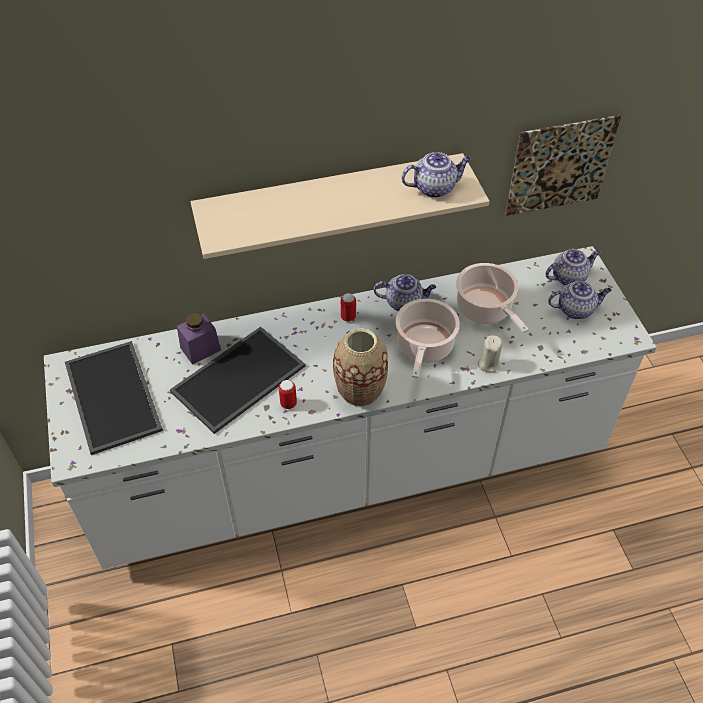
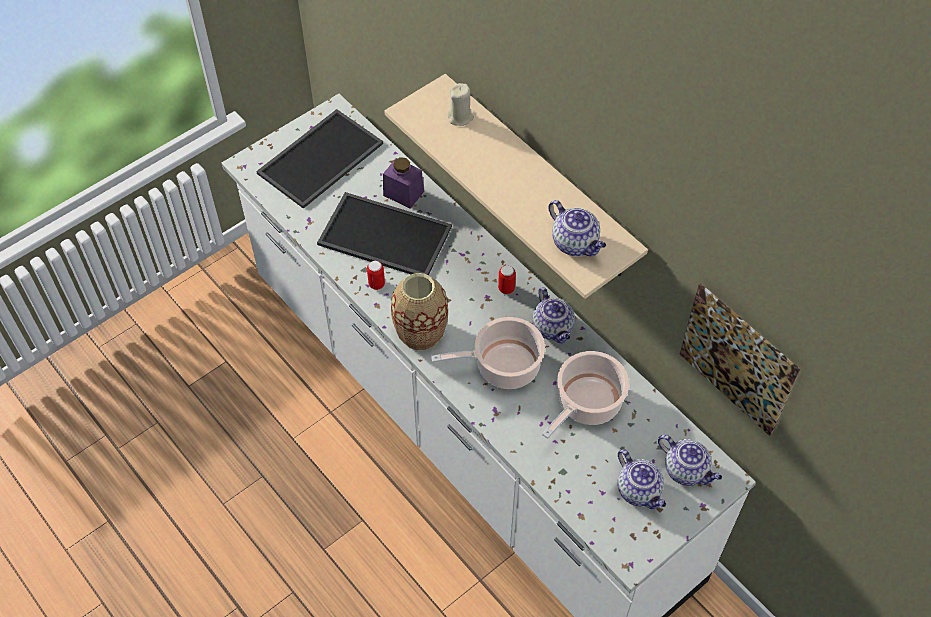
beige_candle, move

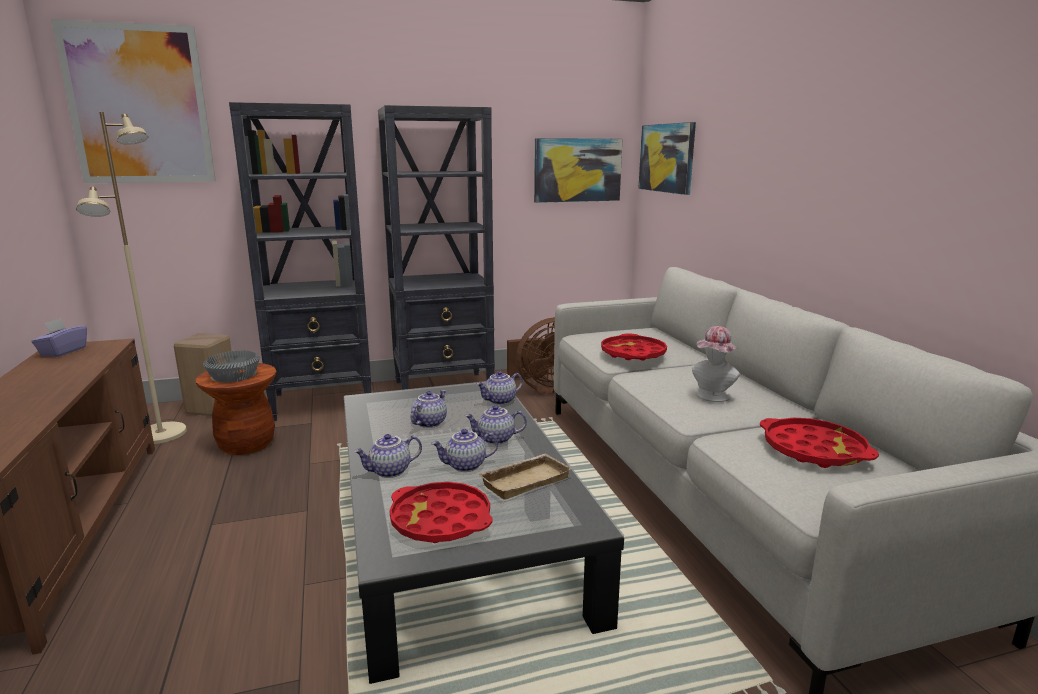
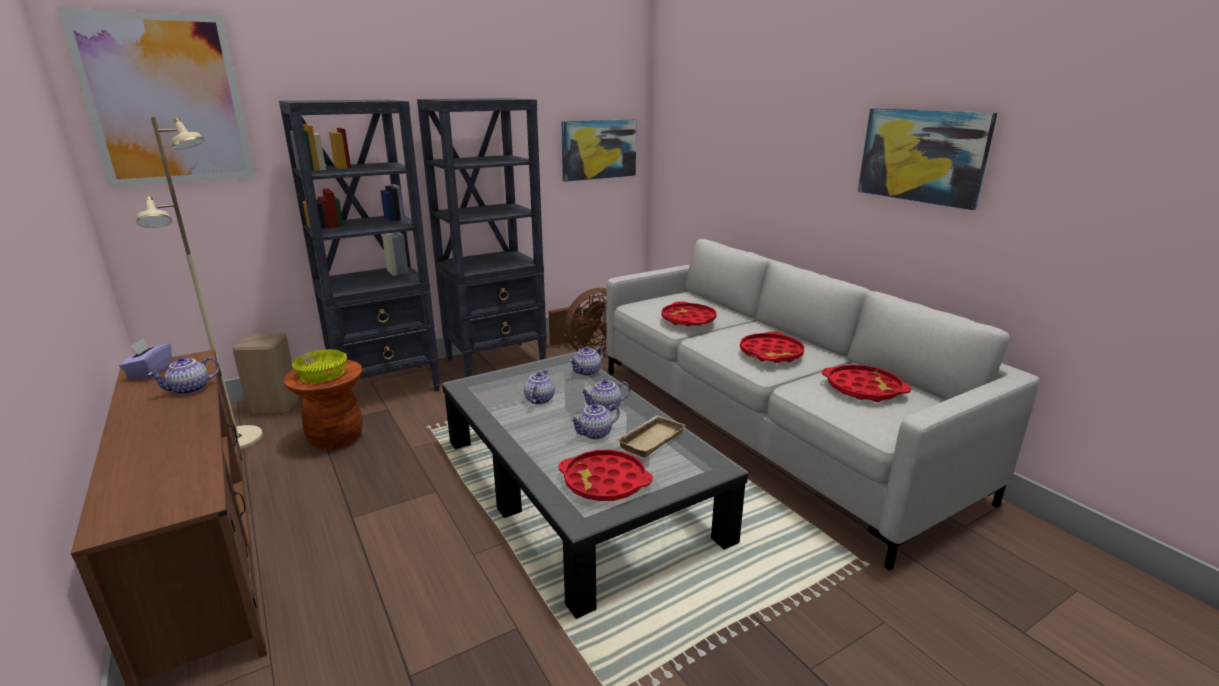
teapot (1st from left), move
grey_bowl => yellow_bowl
hat => red_tray (3rd from left)
picture (3rd from left), move

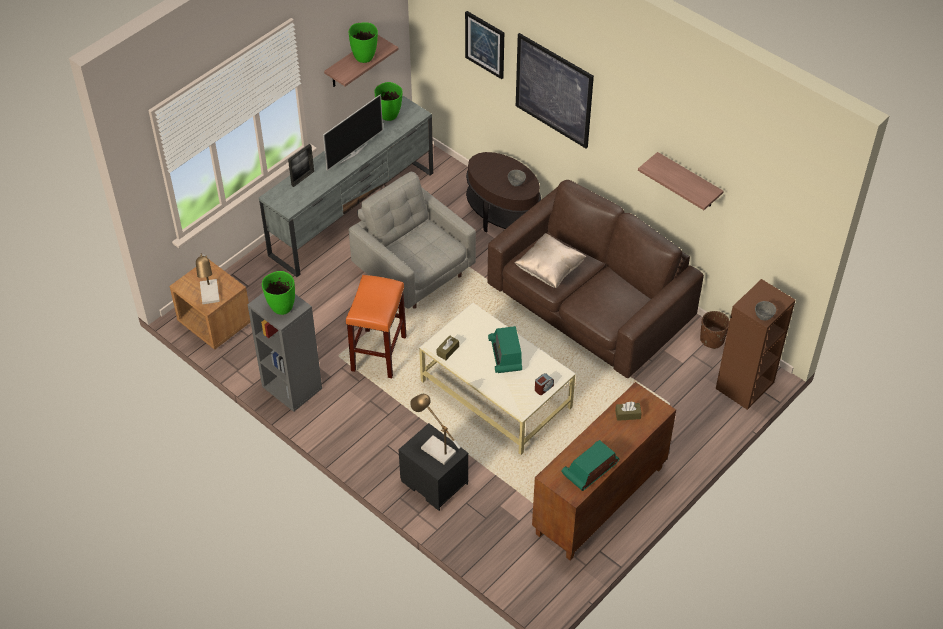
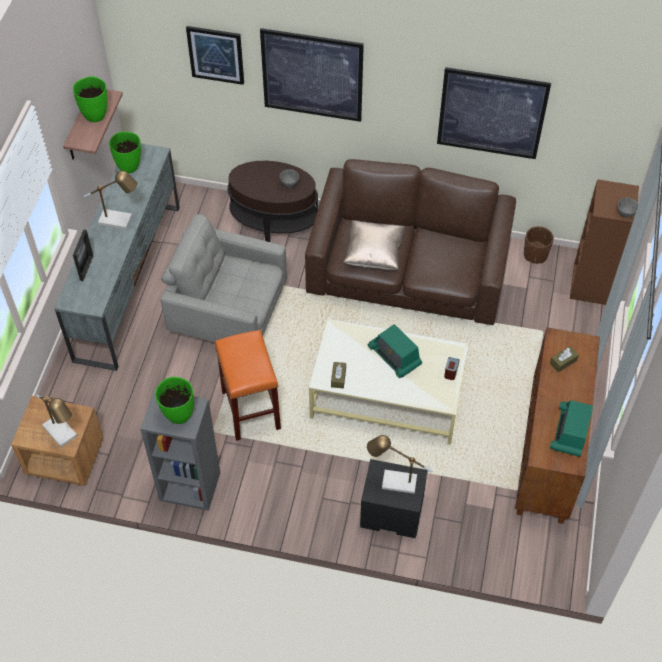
television => table_lamp (2nd from left)
shelf (2nd from left) => picture (3rd from left)

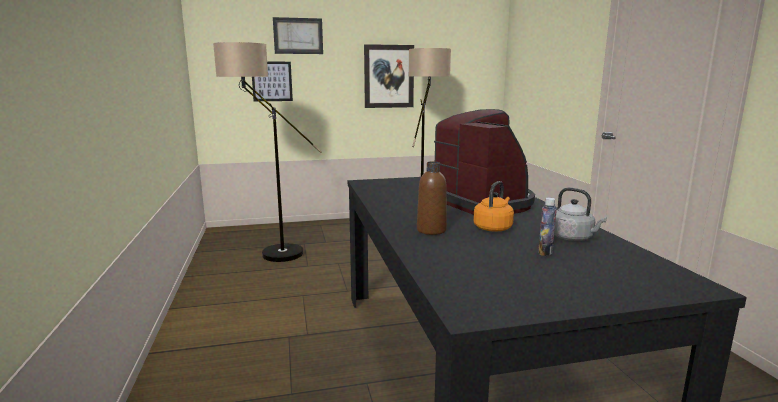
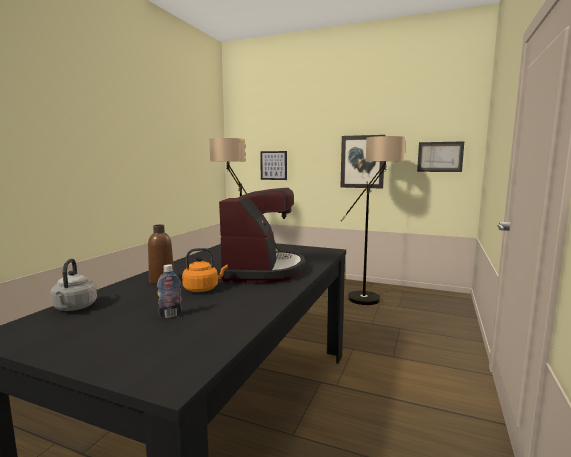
grey_kettle, move
picture (2nd from left in the first image) => picture (3rd from left), move

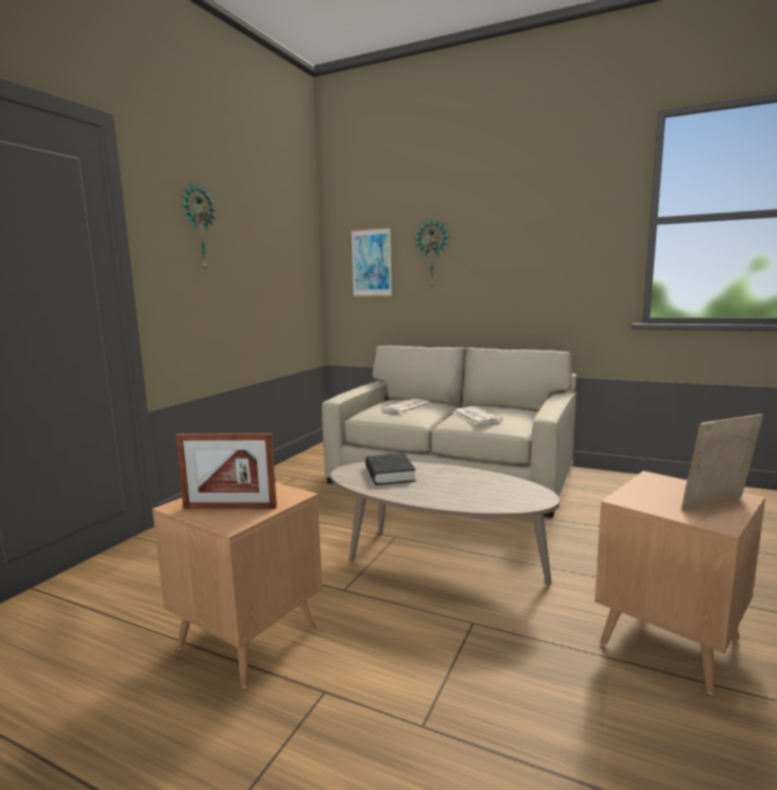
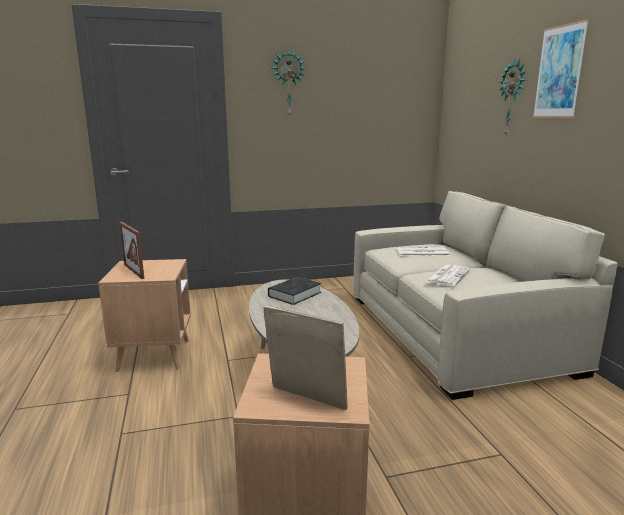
picture, move

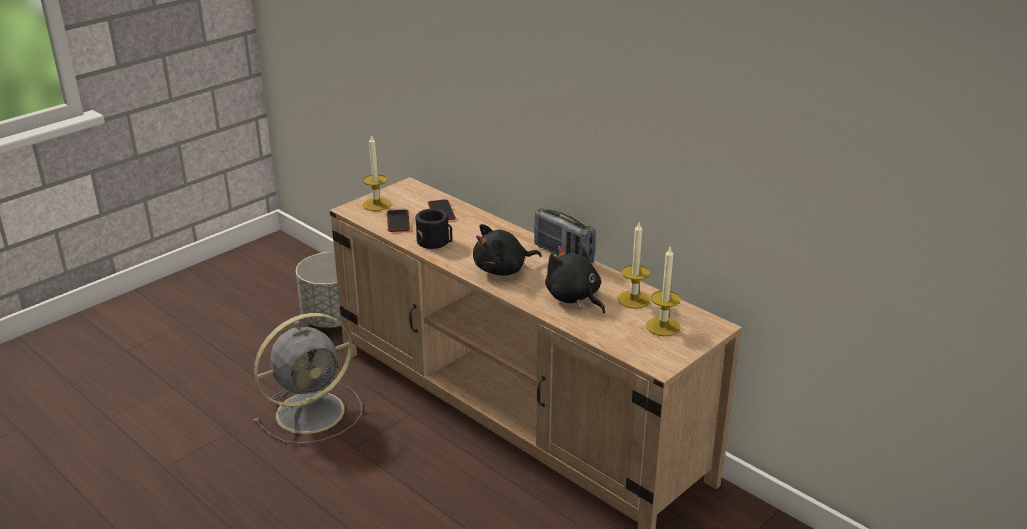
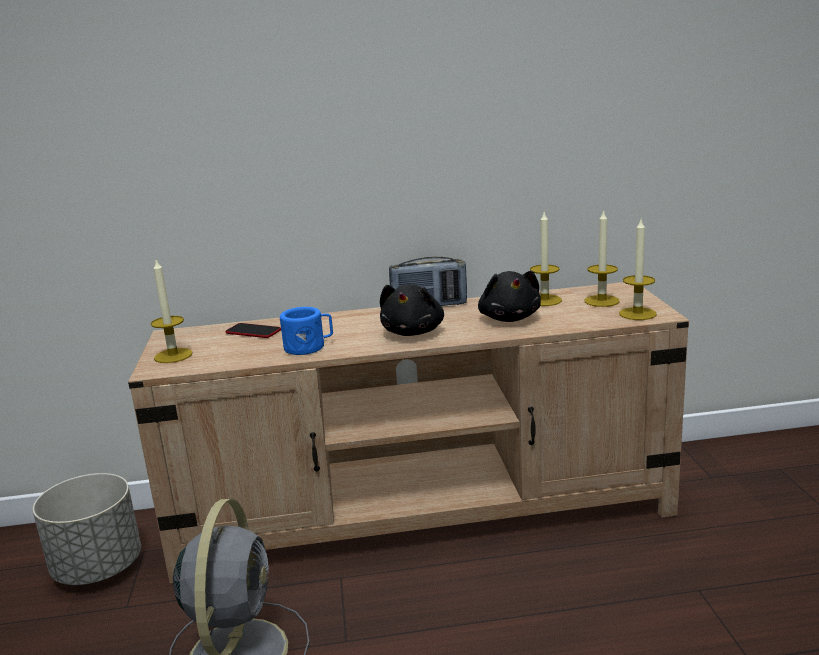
black_mug => blue_mug
black_plush_toy (2nd from left), 105 degrees counterclockwise
nothing => candle (4th from left)
phone (1st from left) => nothing

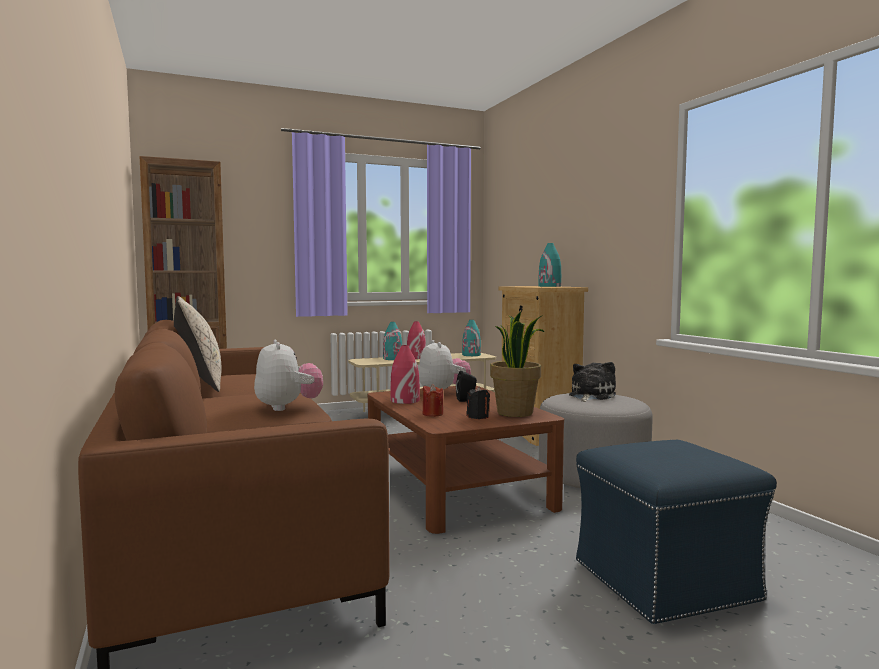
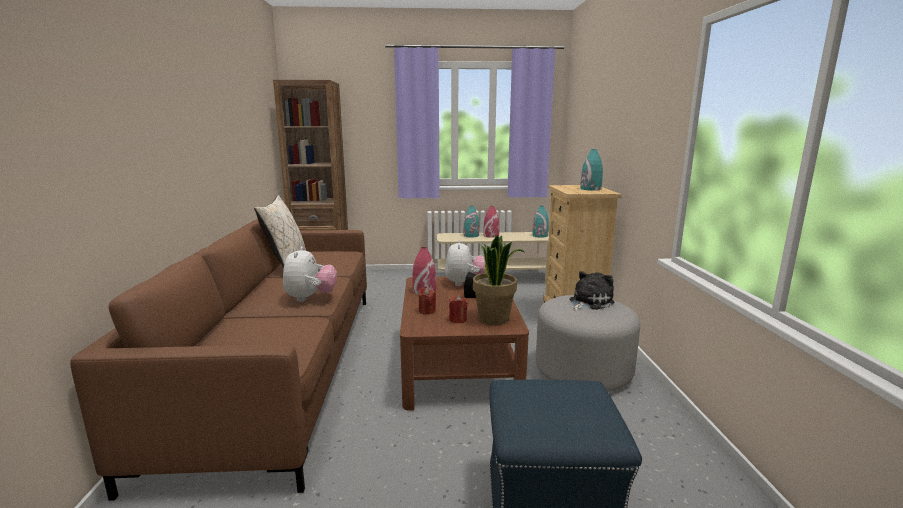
black_candle => red_candle (2nd from left)

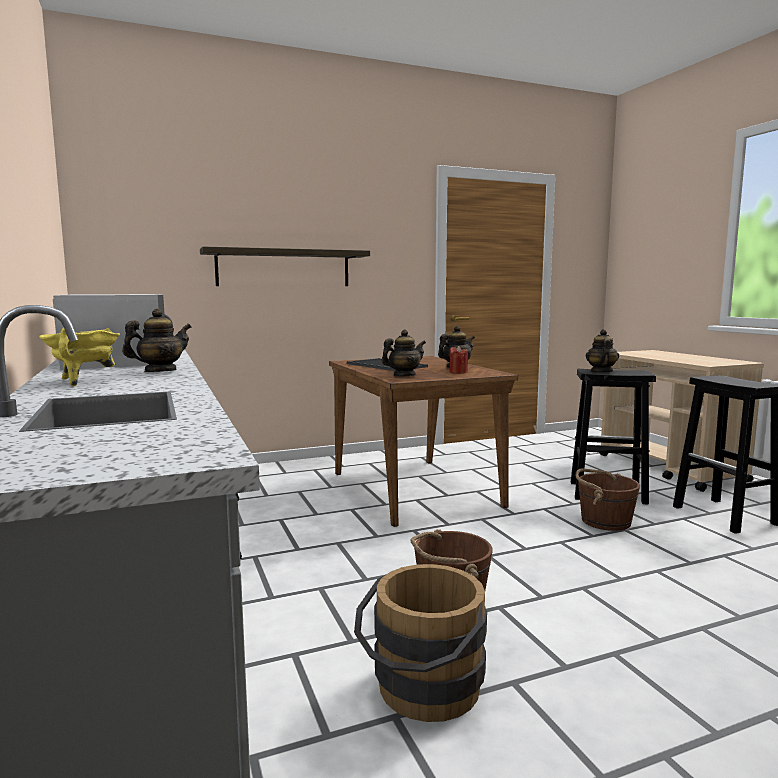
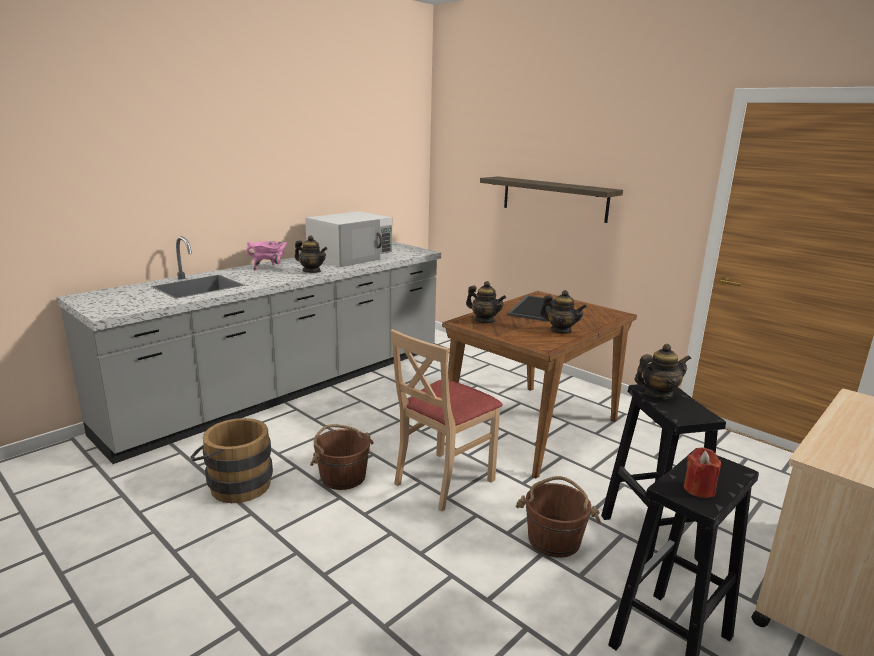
yellow_cooking_pot => pink_cooking_pot
nothing => beige_chair
red_candle, move

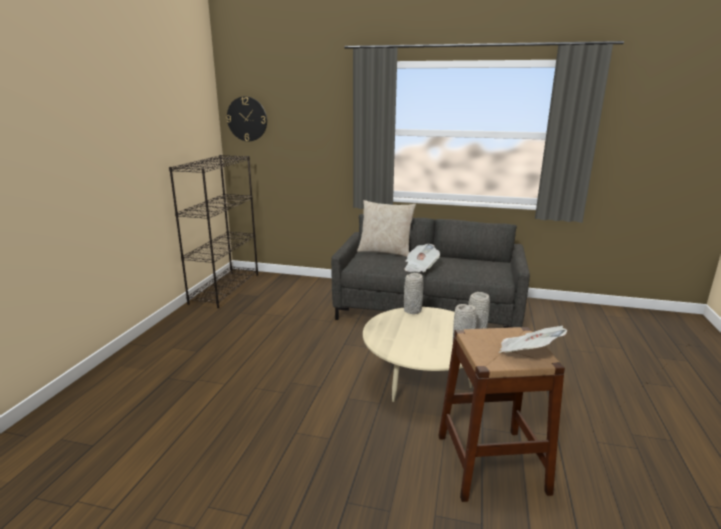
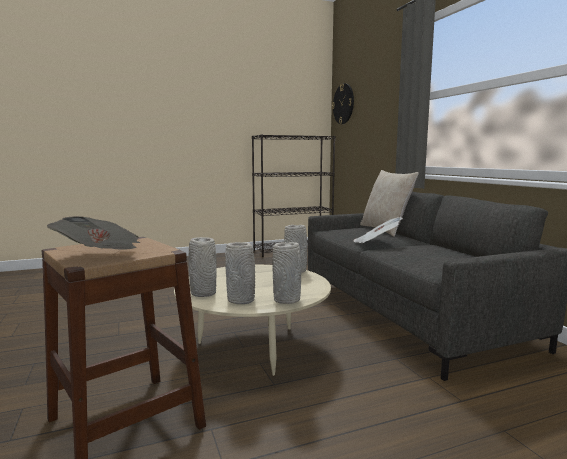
nothing => grey_vase (1st from left)

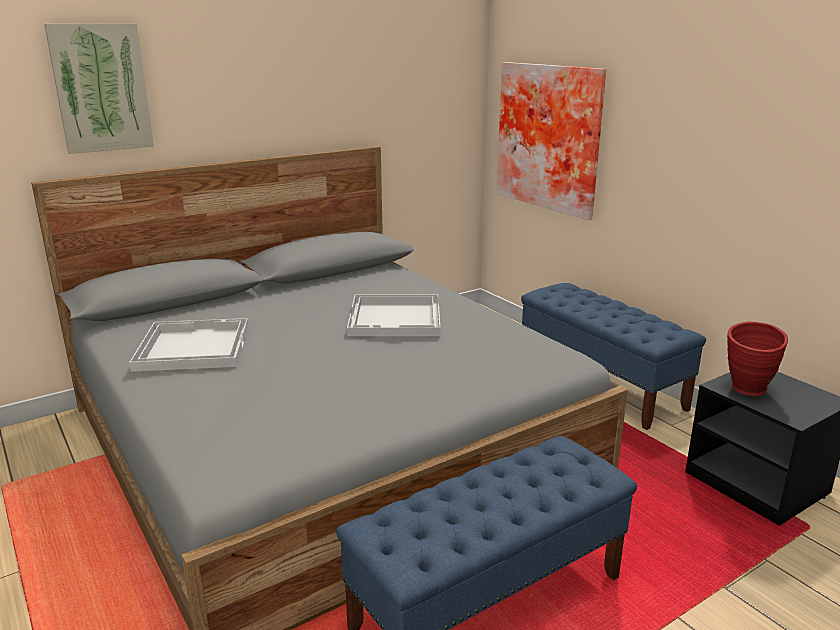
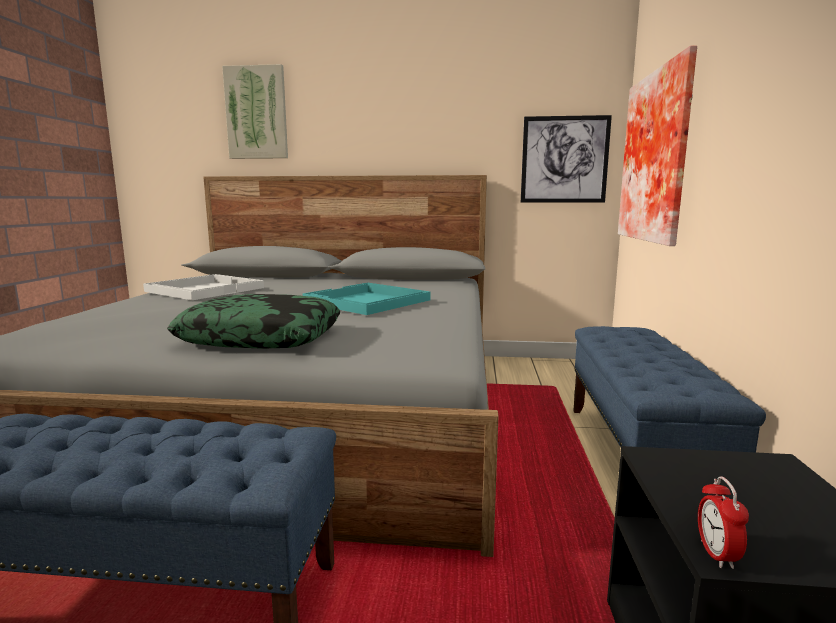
nothing => pillow
white_tray (2nd from left) => turquoise_tray
nothing => picture (2nd from left)
nothing => alarm_clock
red_vase => nothing

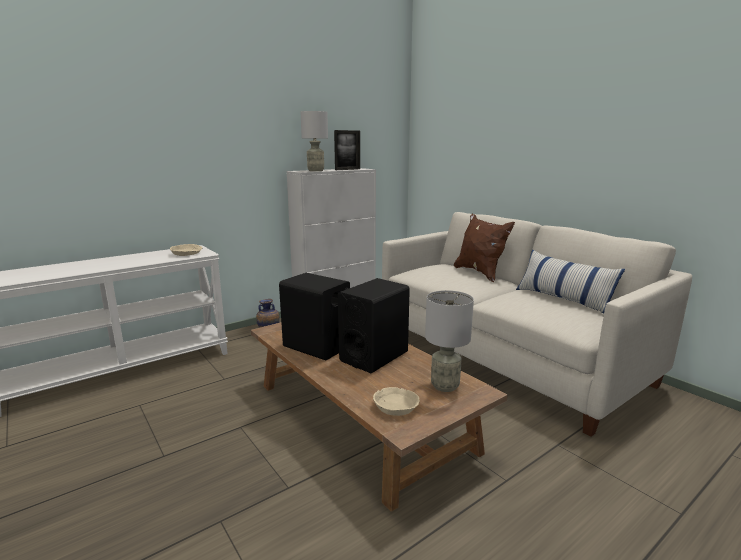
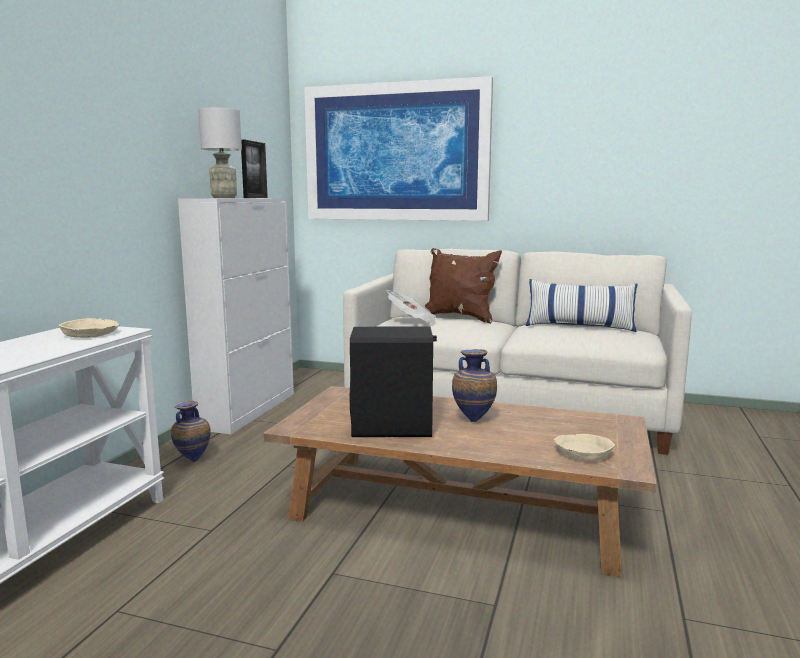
nothing => picture
nothing => newspaper
black_speaker (2nd from left) => vase (2nd from left)
grey_table_lamp (2nd from left) => nothing

